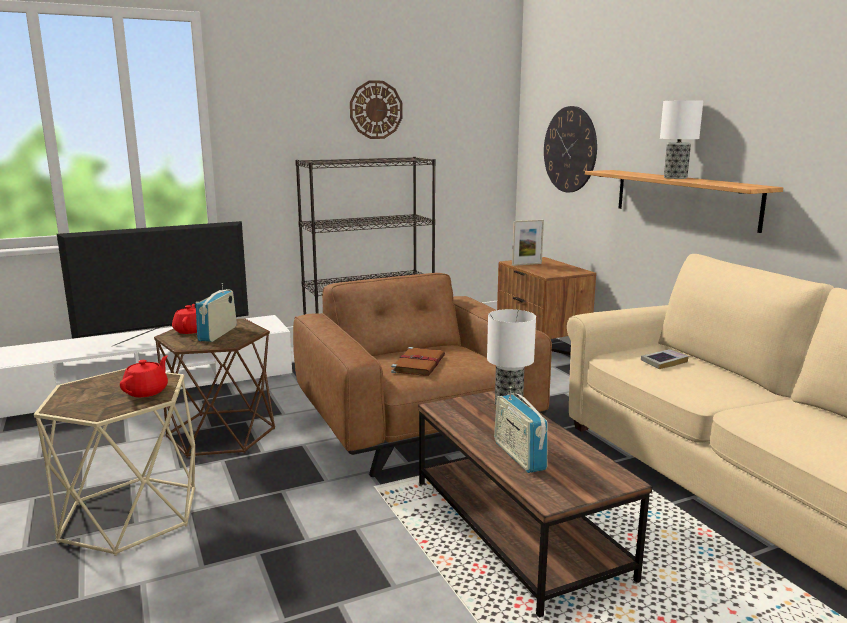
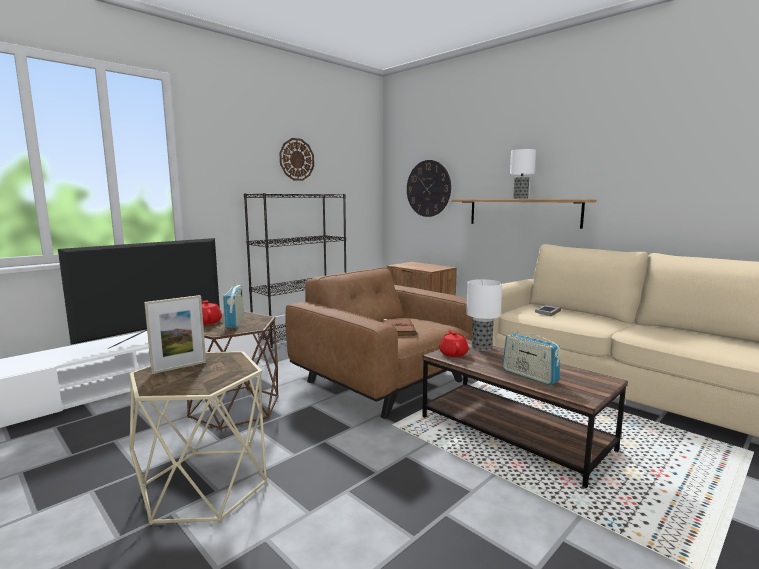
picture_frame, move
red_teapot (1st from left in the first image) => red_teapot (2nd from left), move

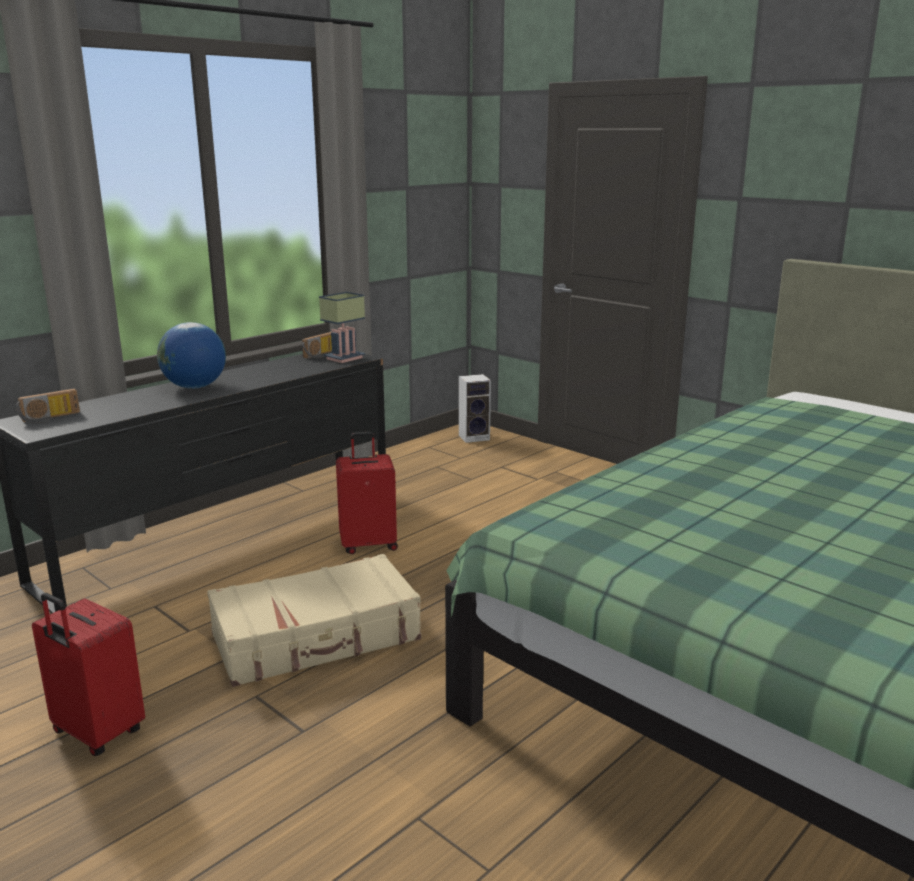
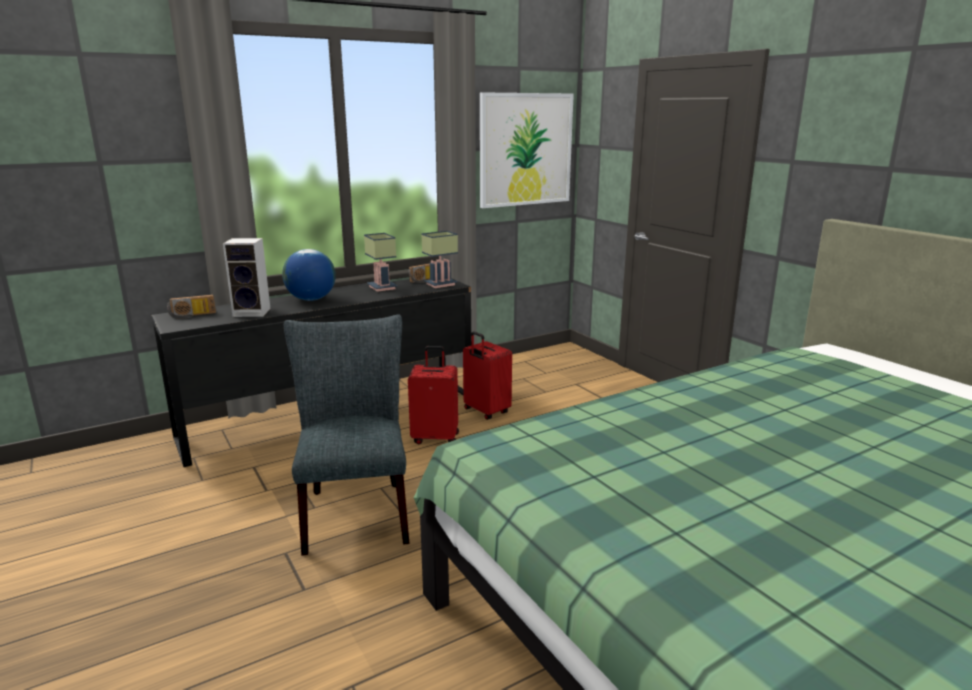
speaker, move
beige_suitcase => grey_chair
nothing => table_lamp (1st from left)
red_suitcase (1st from left in the first image) => red_suitcase (2nd from left), move
nothing => picture

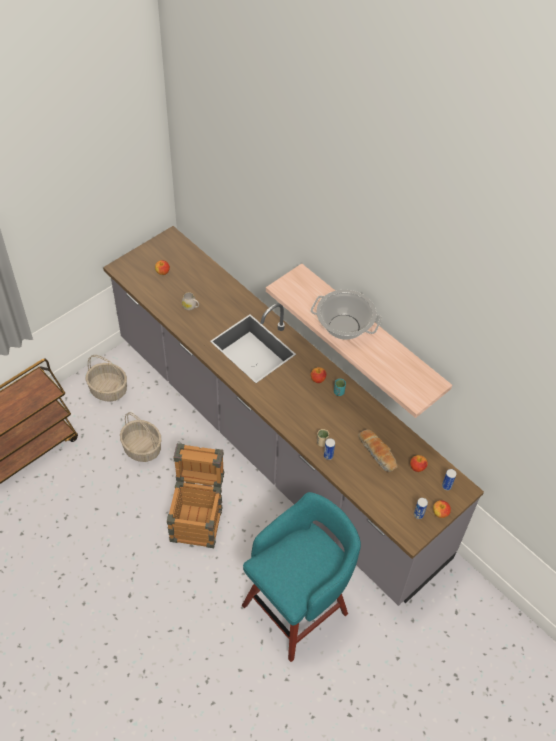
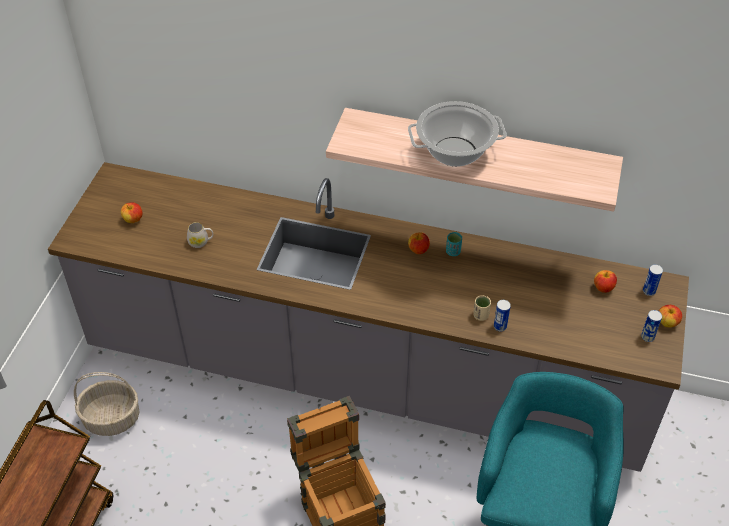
basket (2nd from left) => nothing
bread => nothing

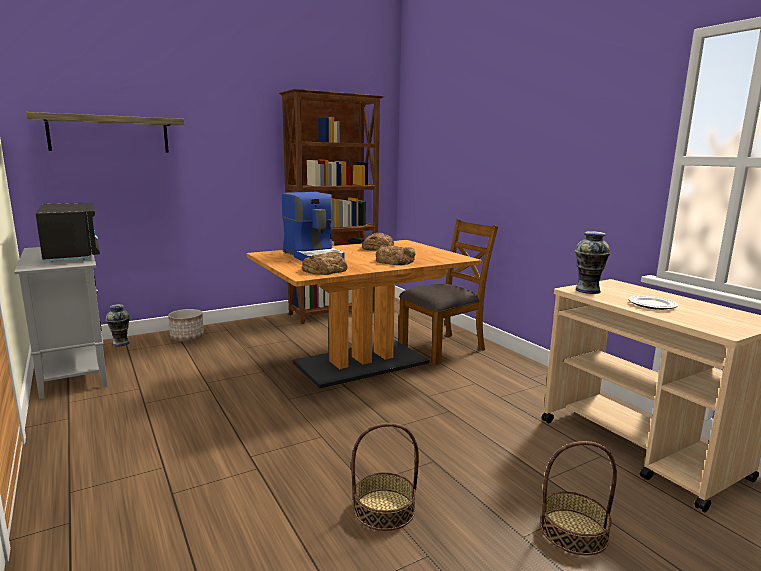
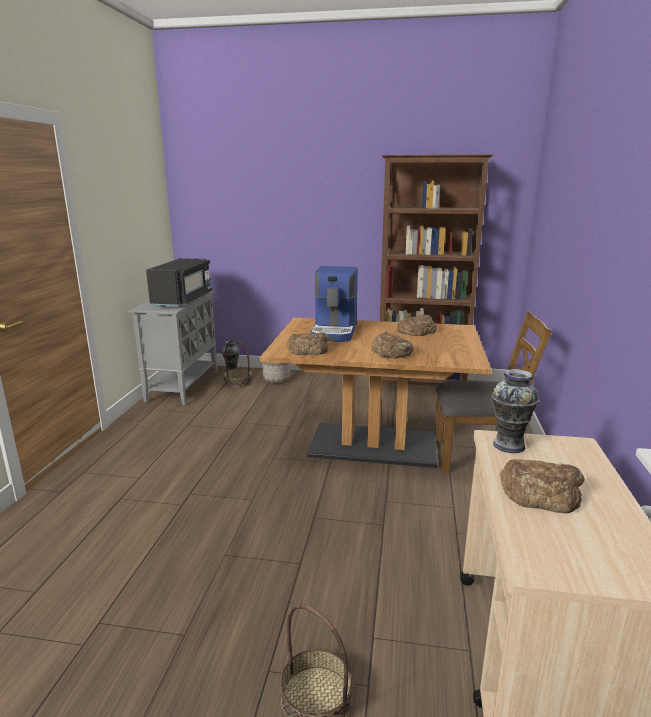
basket (1st from left), move
plate => bread (4th from left)
shelf => nothing

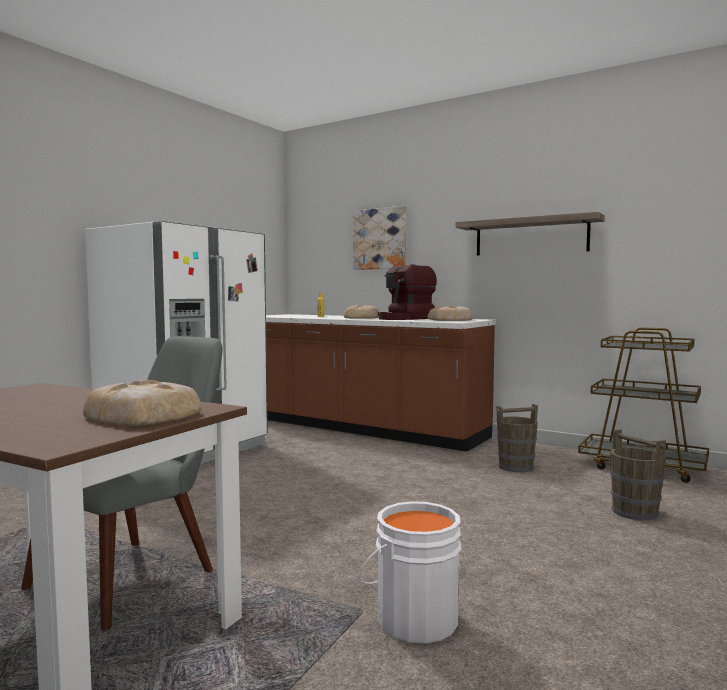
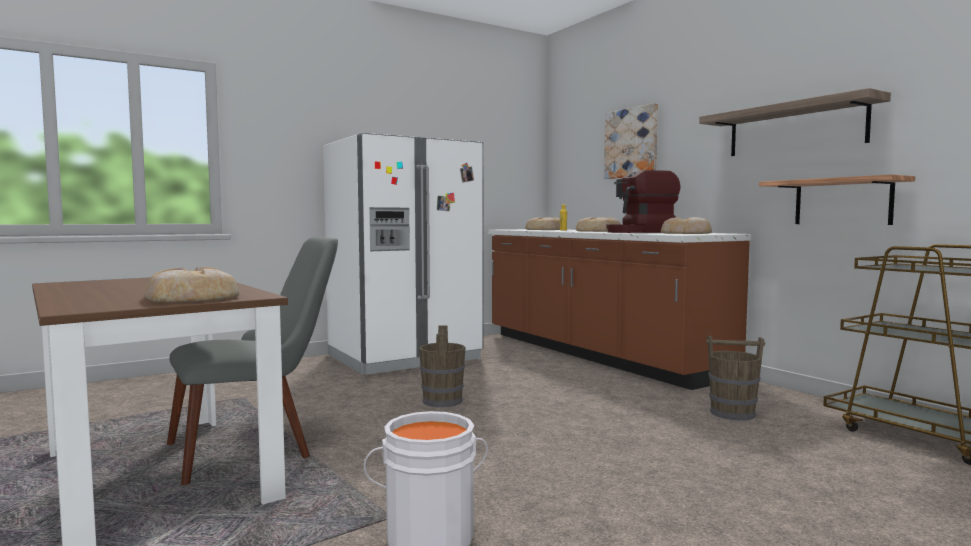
brown_bucket (2nd from left in the first image) => brown_bucket (1st from left), move
nothing => bread (2nd from left)
nothing => shelf (2nd from left)

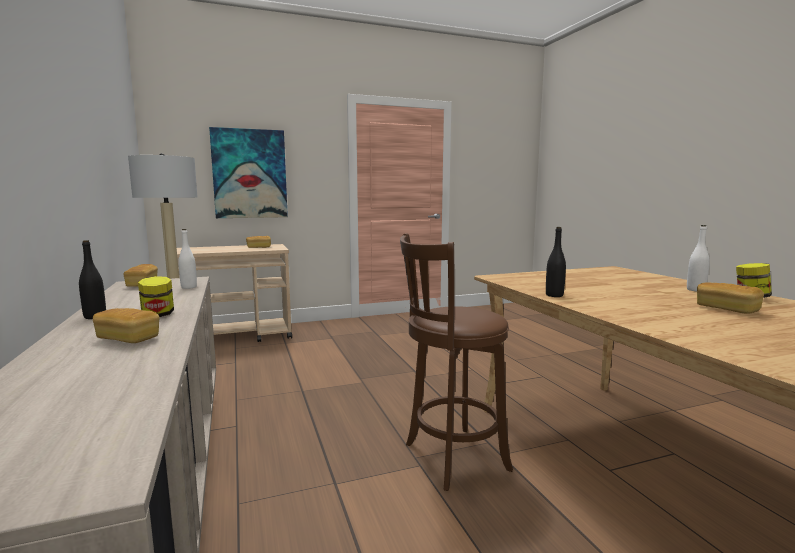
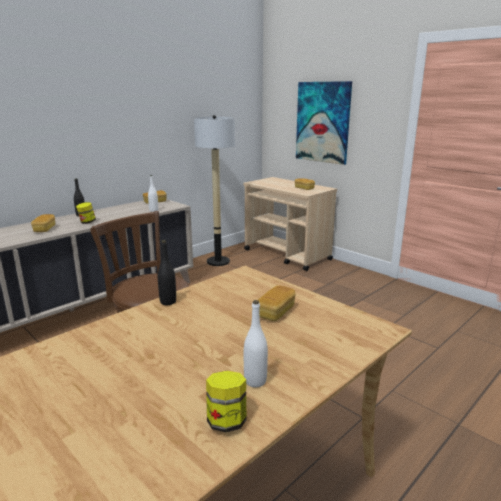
bread (4th from left in the first image) => bread (3rd from left), move

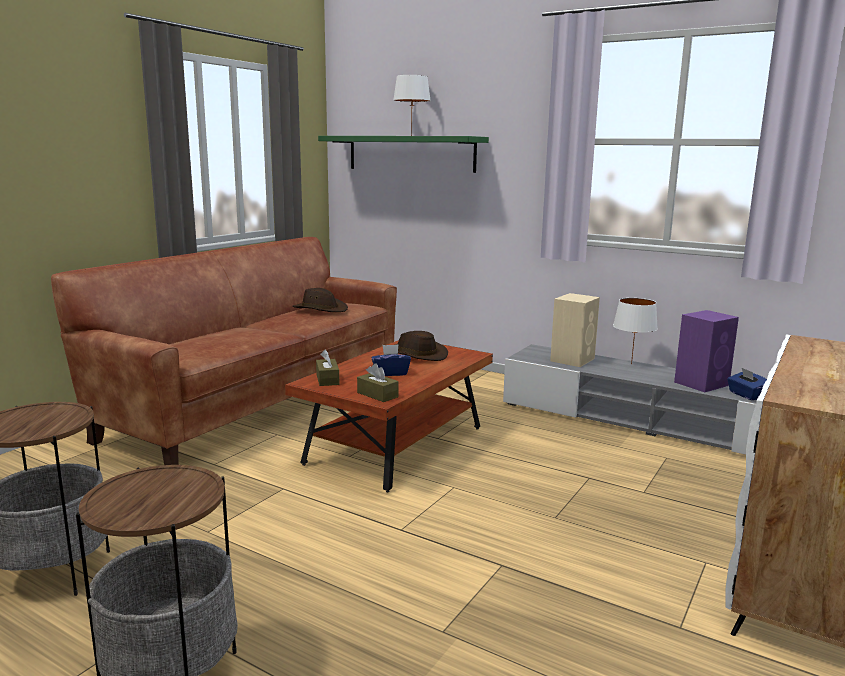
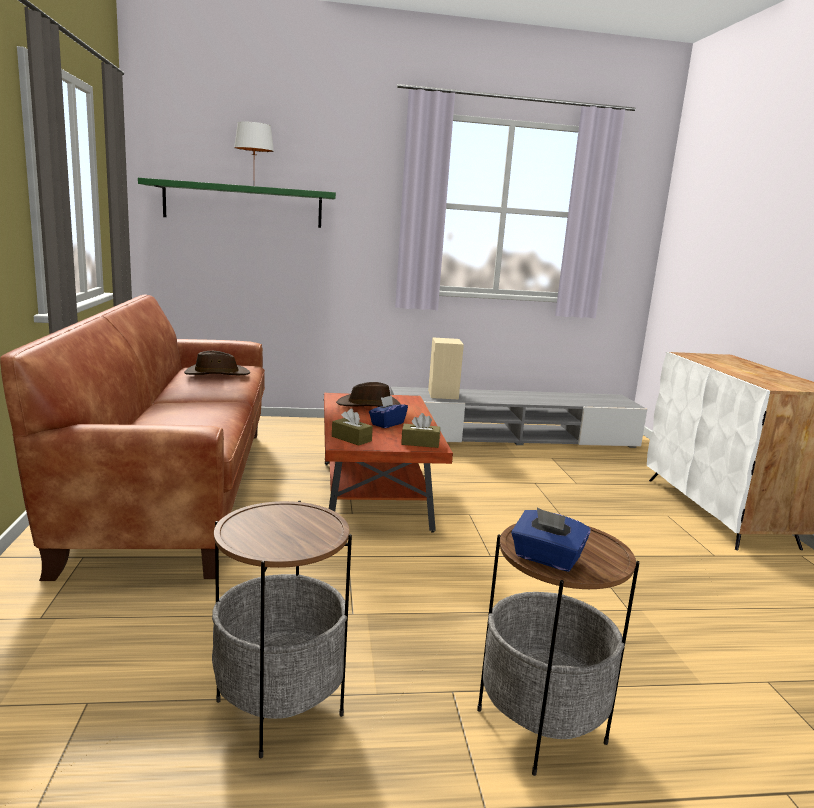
blue_tissue_box (2nd from left), move
white_table_lamp (2nd from left) => nothing
purple_speaker => nothing

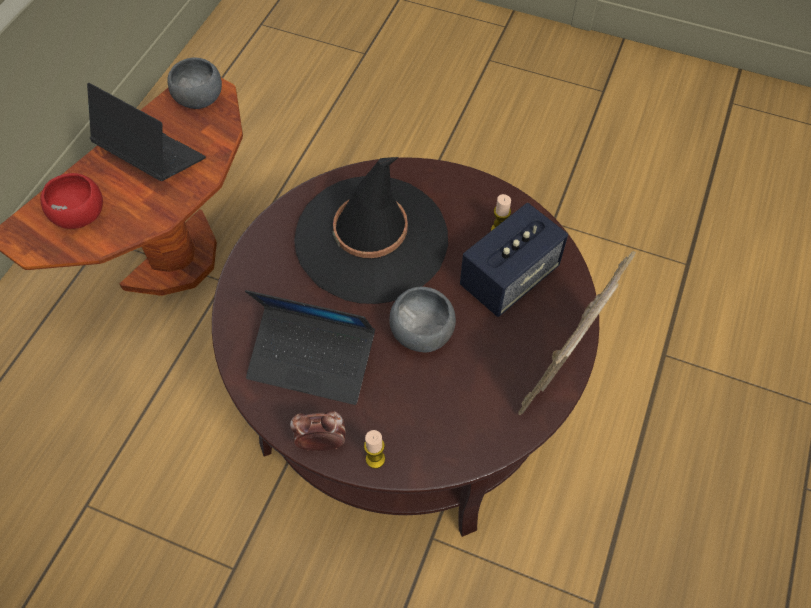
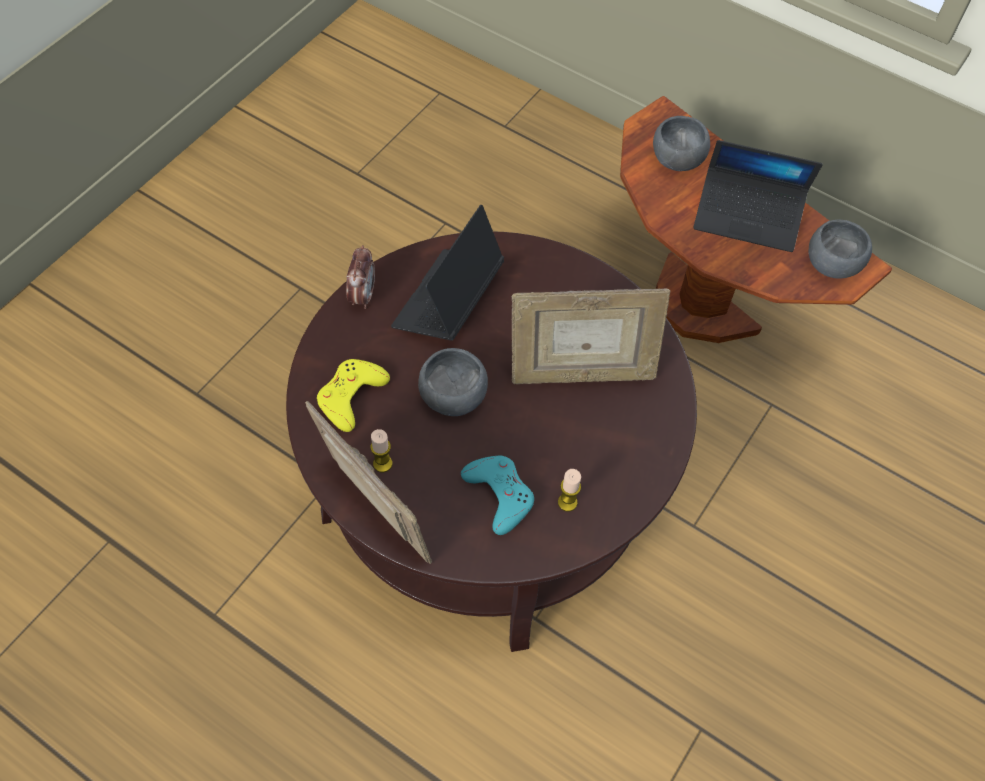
nothing => yellow_game_controller
candle (1st from left), move
speaker => turquoise_game_controller
black_hat => picture_frame (2nd from left)
red_bowl => grey_bowl (2nd from left)
laptop (1st from left in the first image) => laptop (2nd from left), 60 degrees clockwise

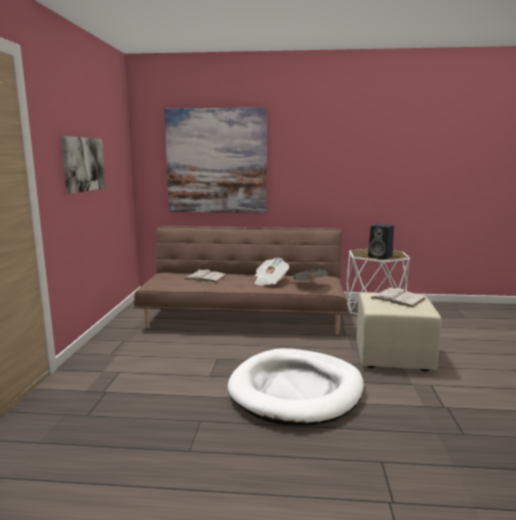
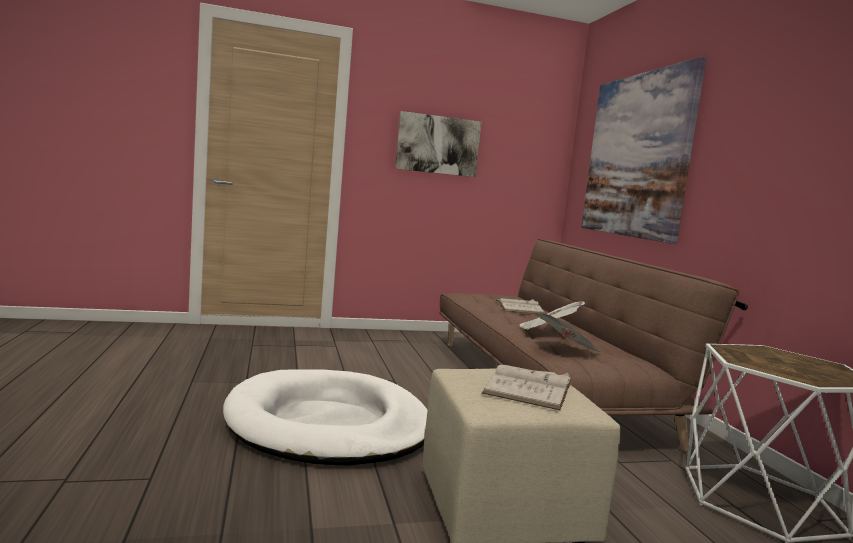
black_speaker => nothing

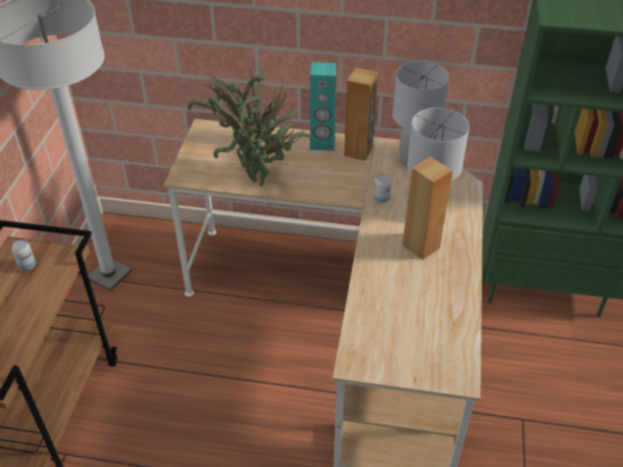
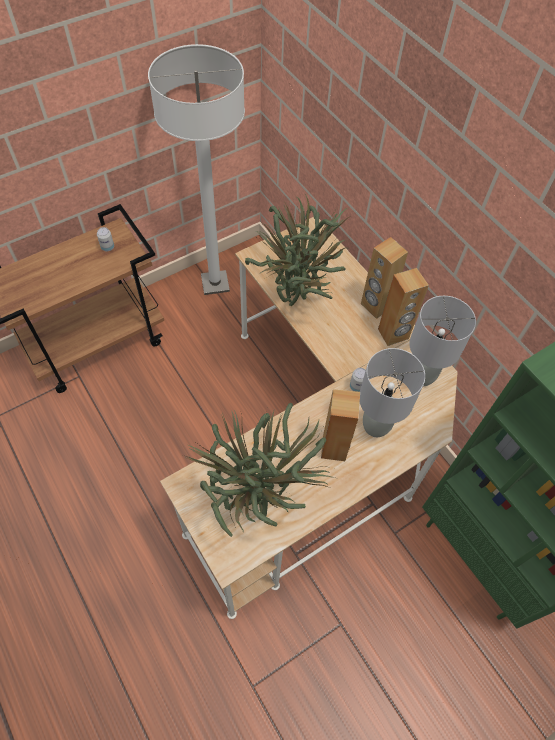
nothing => potted_plant (1st from left)
turquoise_speaker => brown_speaker (2nd from left)

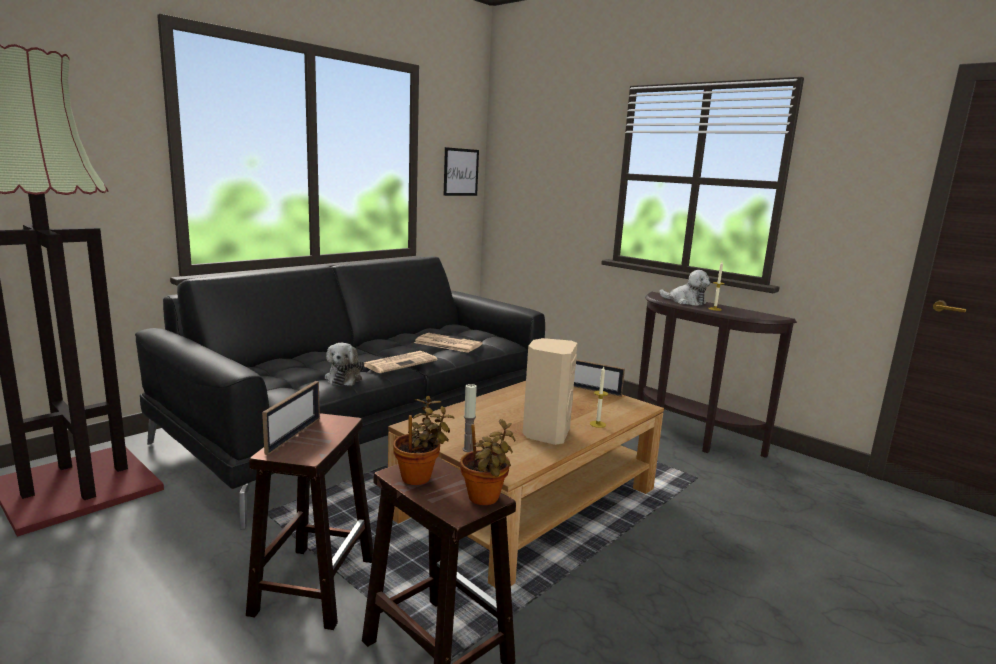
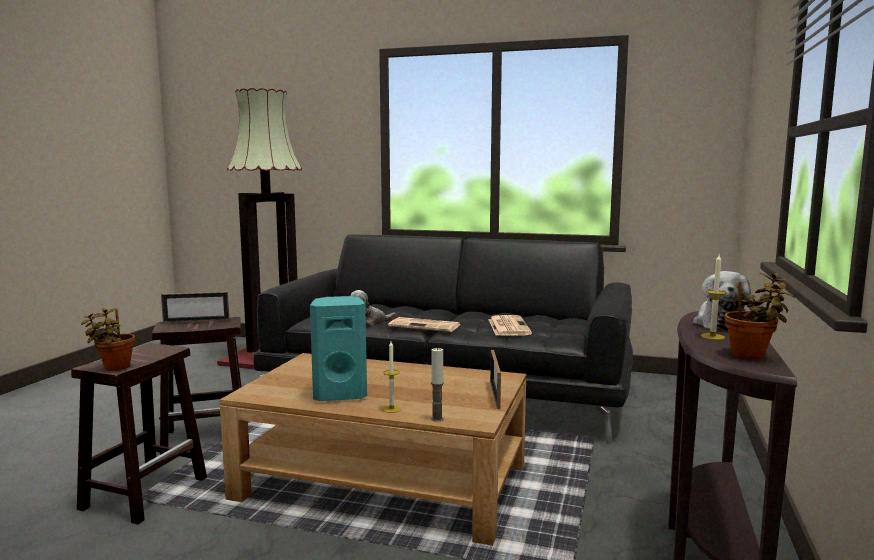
beige_speaker => turquoise_speaker
candle (1st from left in the first image) => candle (2nd from left), move
potted_plant (1st from left in the first image) => potted_plant (2nd from left), move
picture => nothing

